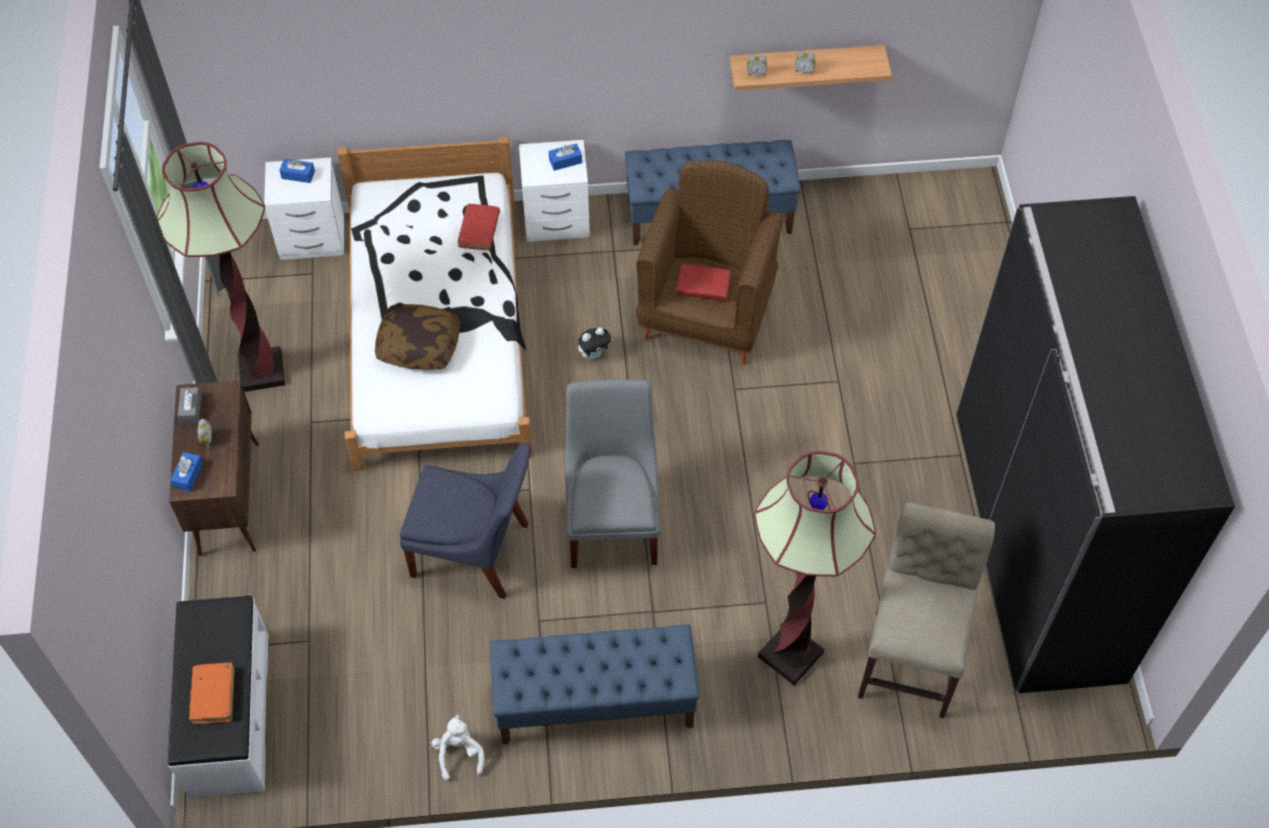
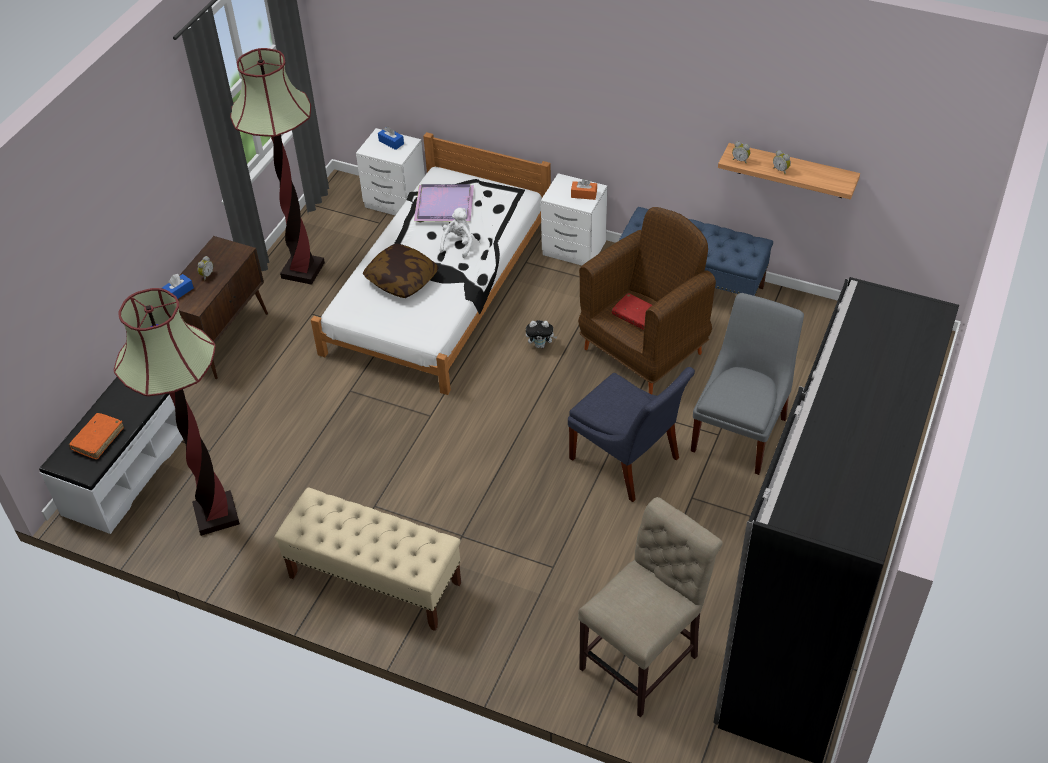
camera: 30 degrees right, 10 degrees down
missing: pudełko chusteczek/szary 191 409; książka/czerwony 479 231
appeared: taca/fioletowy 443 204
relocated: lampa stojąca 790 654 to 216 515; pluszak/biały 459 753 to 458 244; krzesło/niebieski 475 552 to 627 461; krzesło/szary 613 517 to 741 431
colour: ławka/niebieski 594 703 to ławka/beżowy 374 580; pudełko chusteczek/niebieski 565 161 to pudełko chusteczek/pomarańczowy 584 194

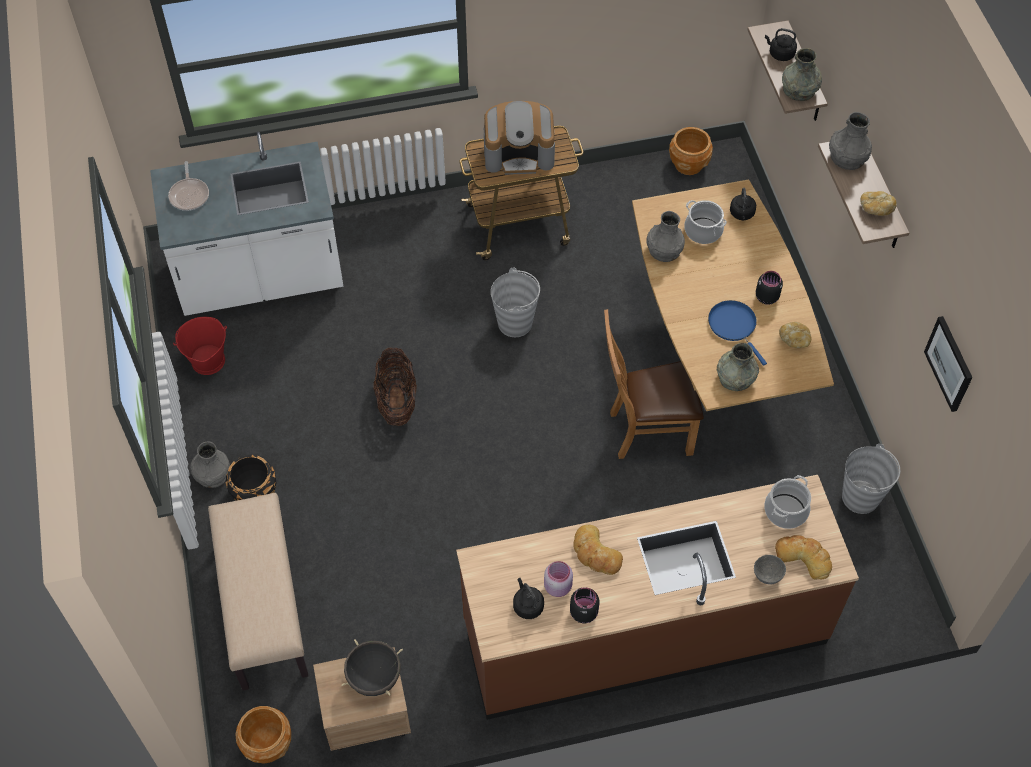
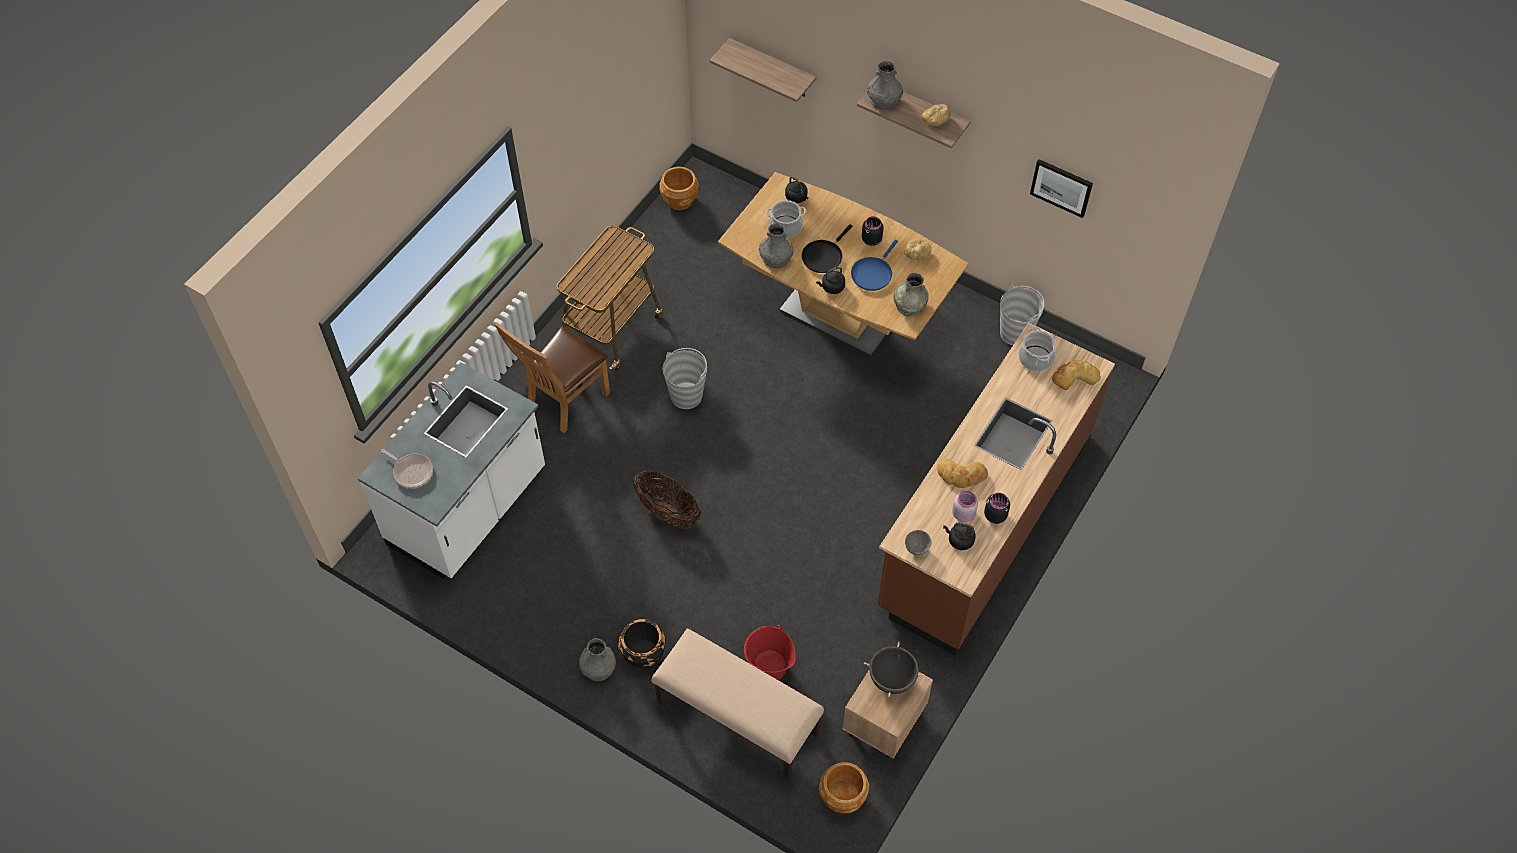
camera: 45 degrees left, 0 degrees up
missing: ekspres do kawy 519 154; wazon/szary 799 89
appeared: patelnia/czarny 823 256
relocated: krzesło/brązowy 645 431 to 564 402; wiadro/czerwony 207 361 to 769 667; czajnik/czarny 780 54 to 831 287; miska/szary 767 577 to 917 549
spun: patelnia/niebieski 734 326 = 873 273 75 degrees counterclockwise

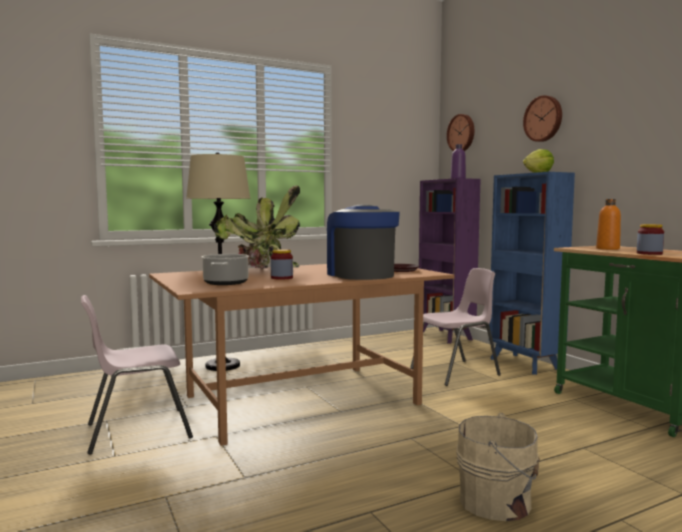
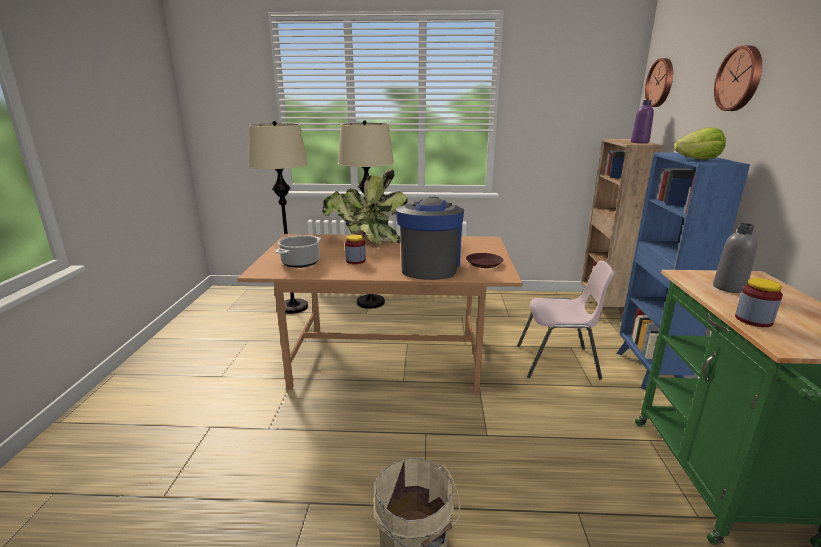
camera: 30 degrees right, 15 degrees up
missing: krzesło/różowy 136 431
appeared: lampa stojąca/beżowy 293 307
colour: regał/fioletowy 445 336 to regał/brązowy 602 309; butelka/pomarańczowy 607 249 to butelka/szary 729 288

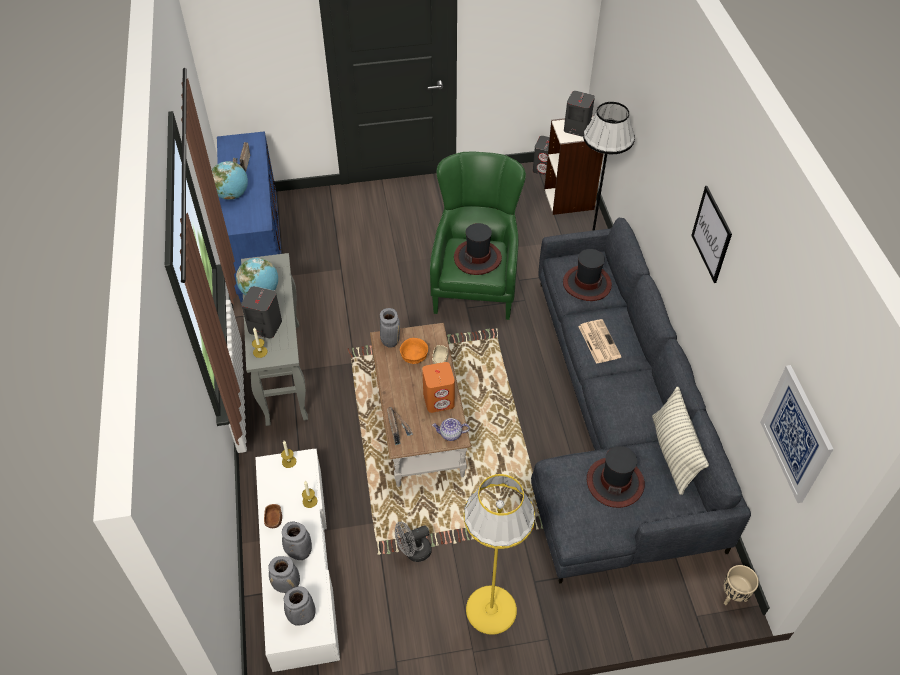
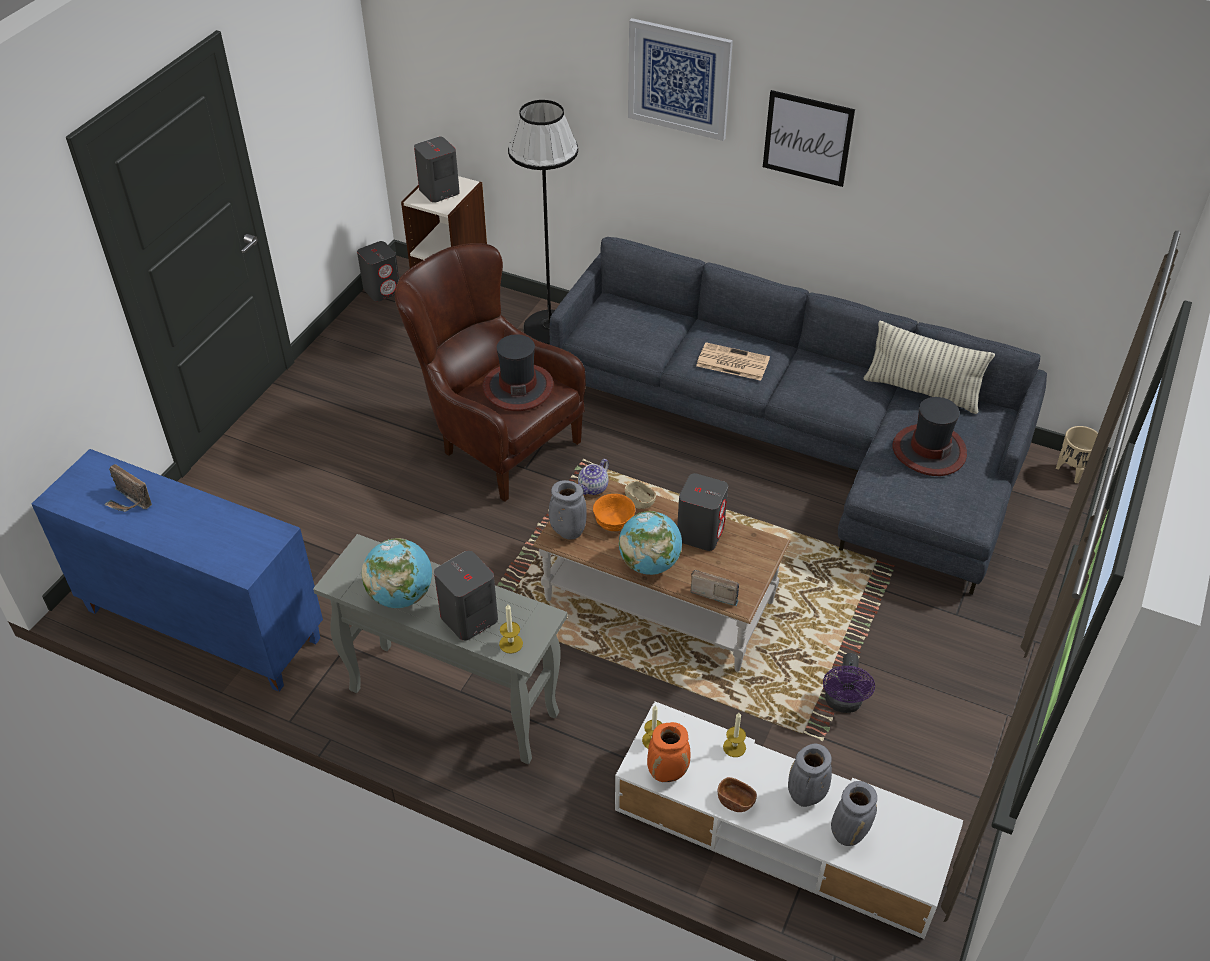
camera: 55 degrees left, 5 degrees down
missing: wazon/szary 302 618; lampa stojąca/żółty 491 610; kapelusz 586 283
appeared: wazon/pomarańczowy 668 772
relocated: imbryk 450 434 to 593 488; globus 232 195 to 649 563; obraz 796 434 to 679 79
colour: fotel/zielony 475 283 to fotel/brązowy 495 440; głośnik/pomarańczowy 439 400 to głośnik/szary 700 533; wentylator/szary 413 552 to wentylator/fioletowy 843 703

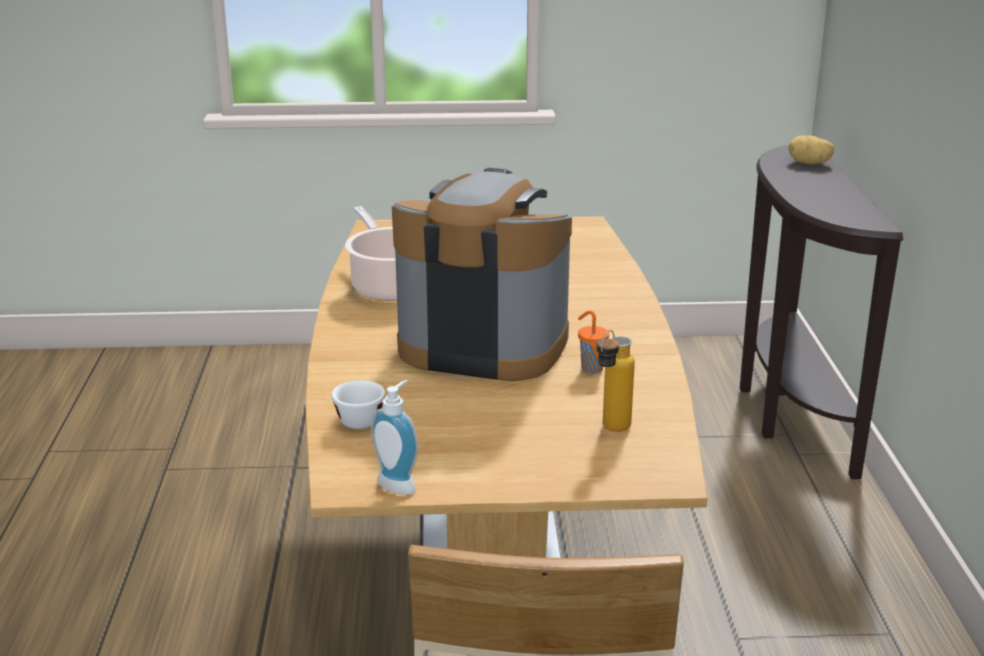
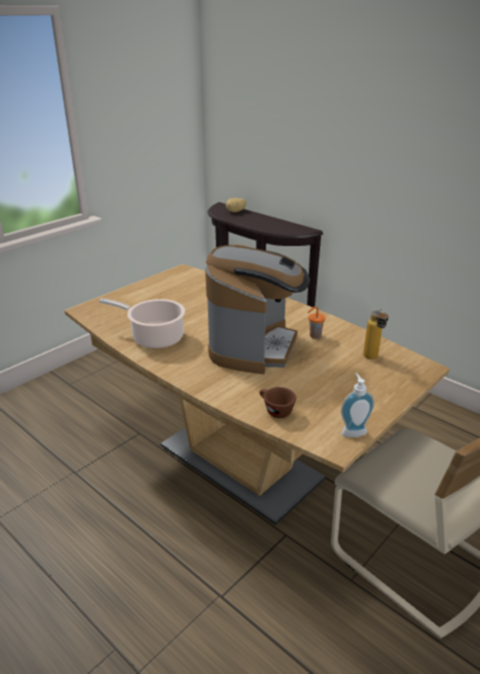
camera: 45 degrees left, 5 degrees up
colour: filiżanka/biały 359 418 to filiżanka/brązowy 275 410
spun: ekspres do kawy 482 345 = 254 347 135 degrees clockwise

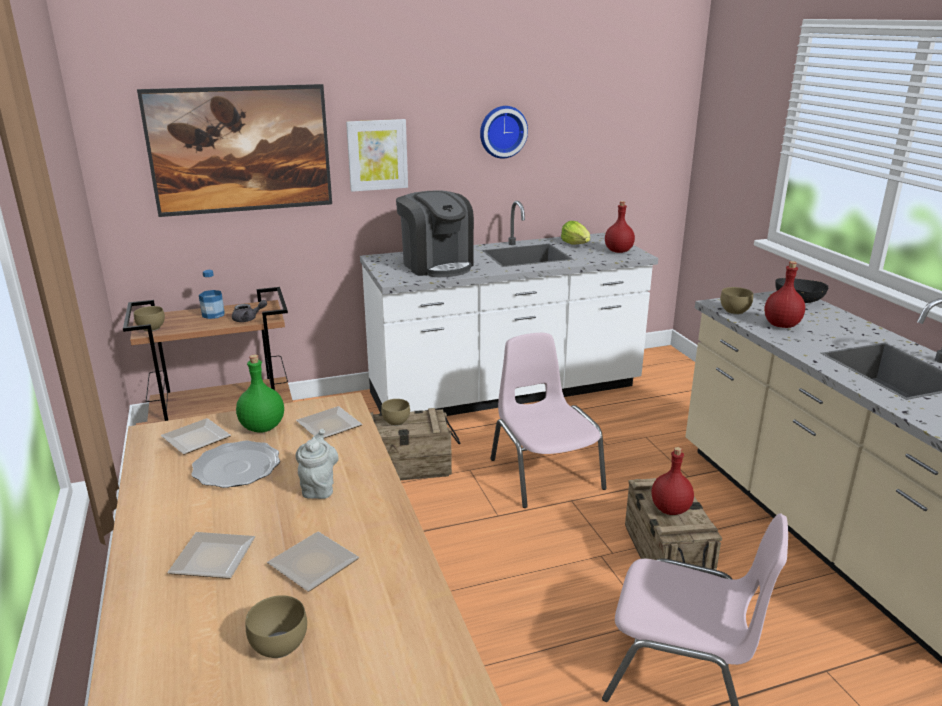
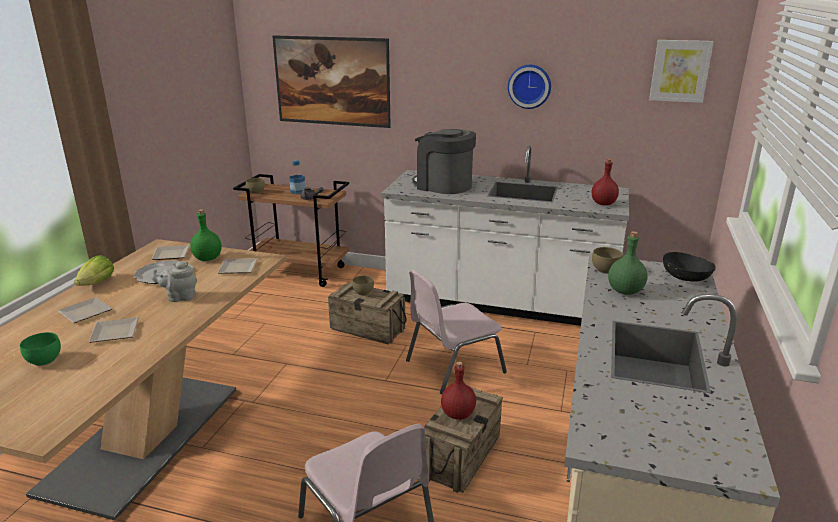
camera: 35 degrees right, 0 degrees up
relocated: sałata 576 244 to 97 283; obraz 377 155 to 680 71
colour: miska/brązowy 281 646 to miska/zielony 45 361; butelka/czerwony 782 325 to butelka/zielony 626 291
spun: imbryk/szary 318 487 = 179 297 135 degrees counterclockwise; krzesło/różowy 544 473 = 453 366 135 degrees counterclockwise; ekspres do kawy 437 265 = 443 185 120 degrees clockwise

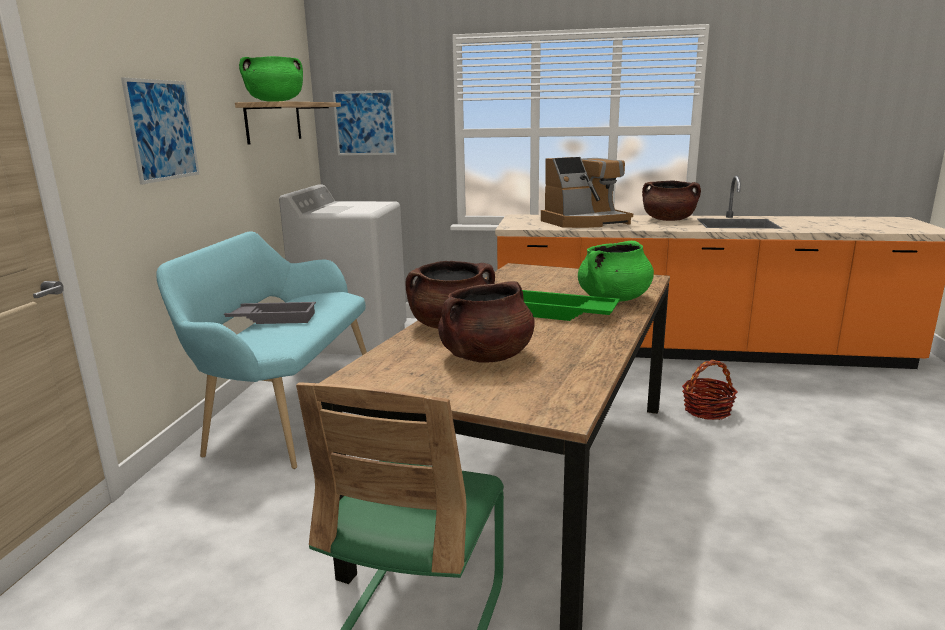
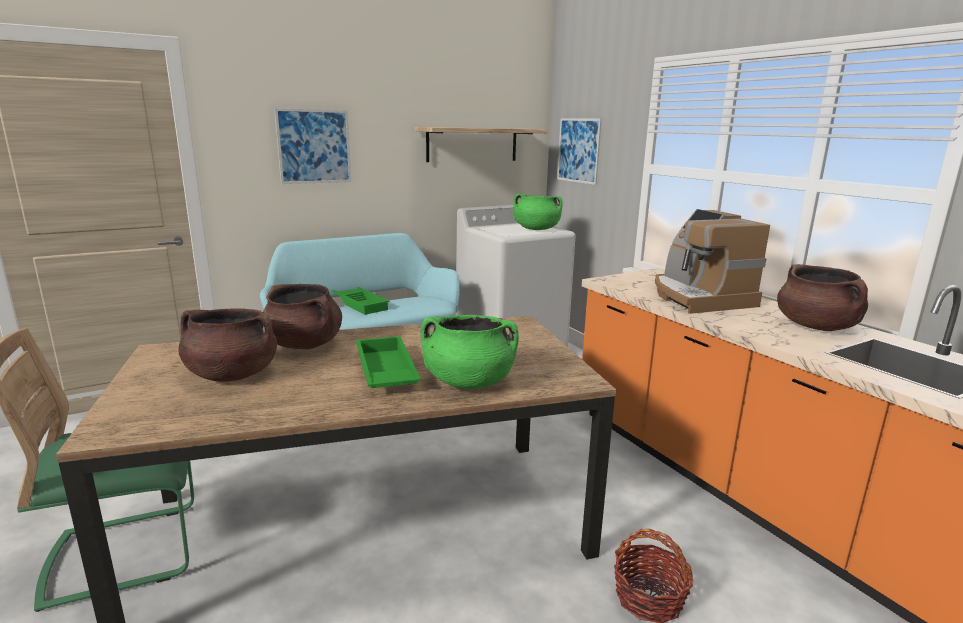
camera: 50 degrees right, 0 degrees up
relocated: garnek/zielony 275 101 to 536 229
colour: taca/szary 272 318 to taca/zielony 361 304
spun: ekspres do kawy 585 222 = 698 298 45 degrees clockwise

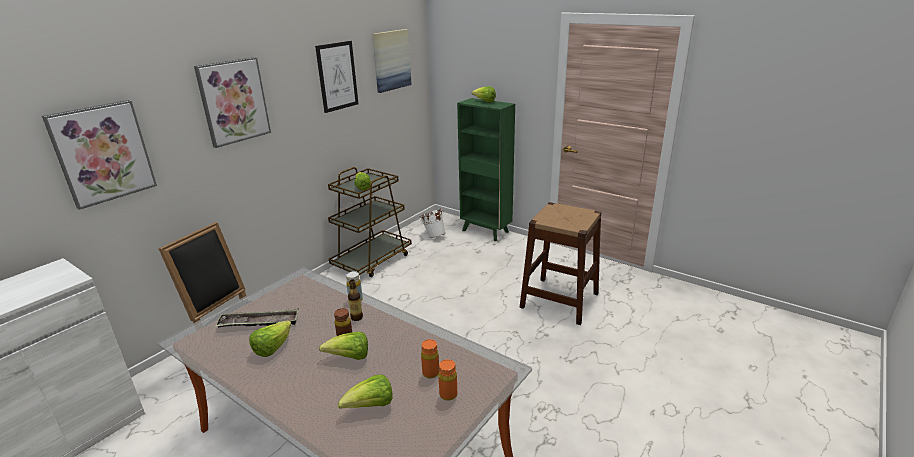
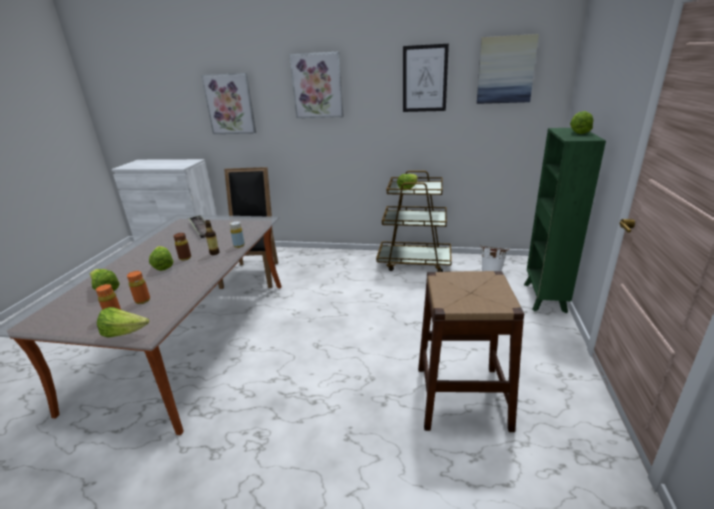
camera: 65 degrees right, 0 degrees up
relocated: sałata 272 348 to 124 333

